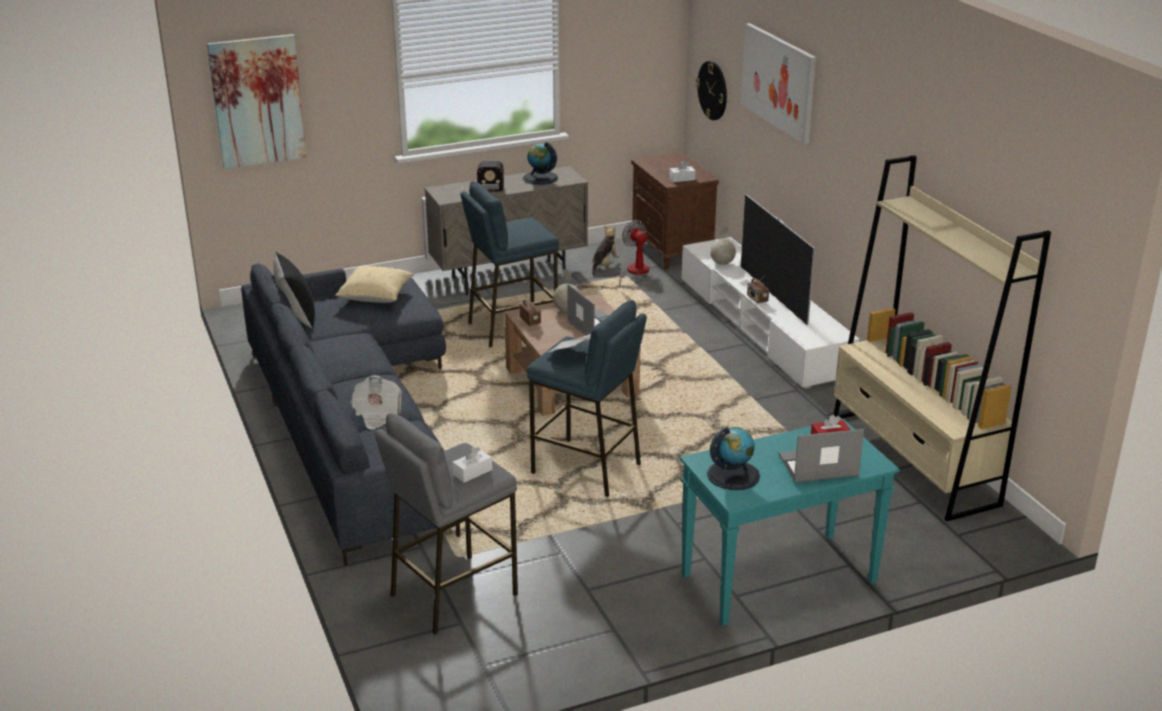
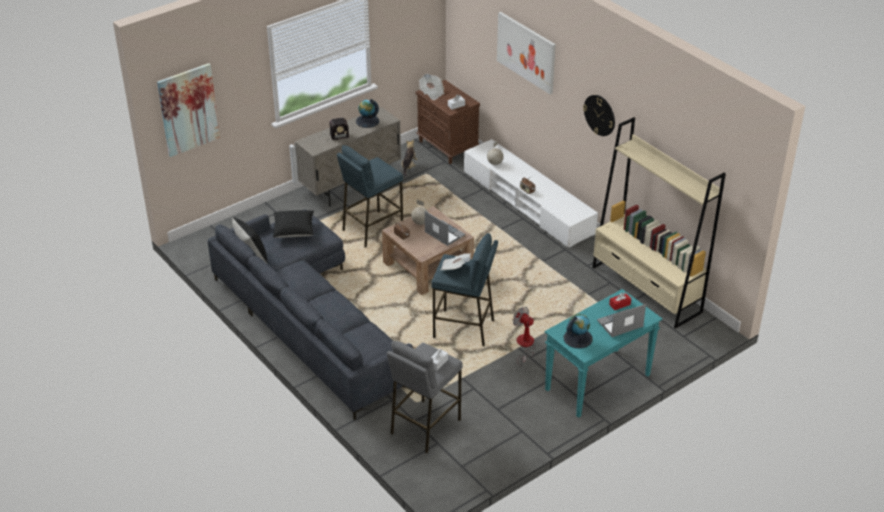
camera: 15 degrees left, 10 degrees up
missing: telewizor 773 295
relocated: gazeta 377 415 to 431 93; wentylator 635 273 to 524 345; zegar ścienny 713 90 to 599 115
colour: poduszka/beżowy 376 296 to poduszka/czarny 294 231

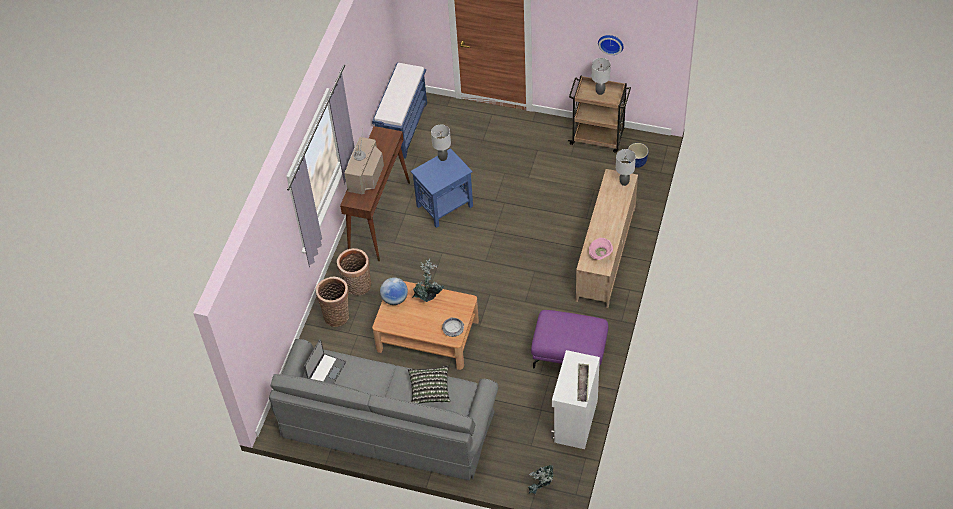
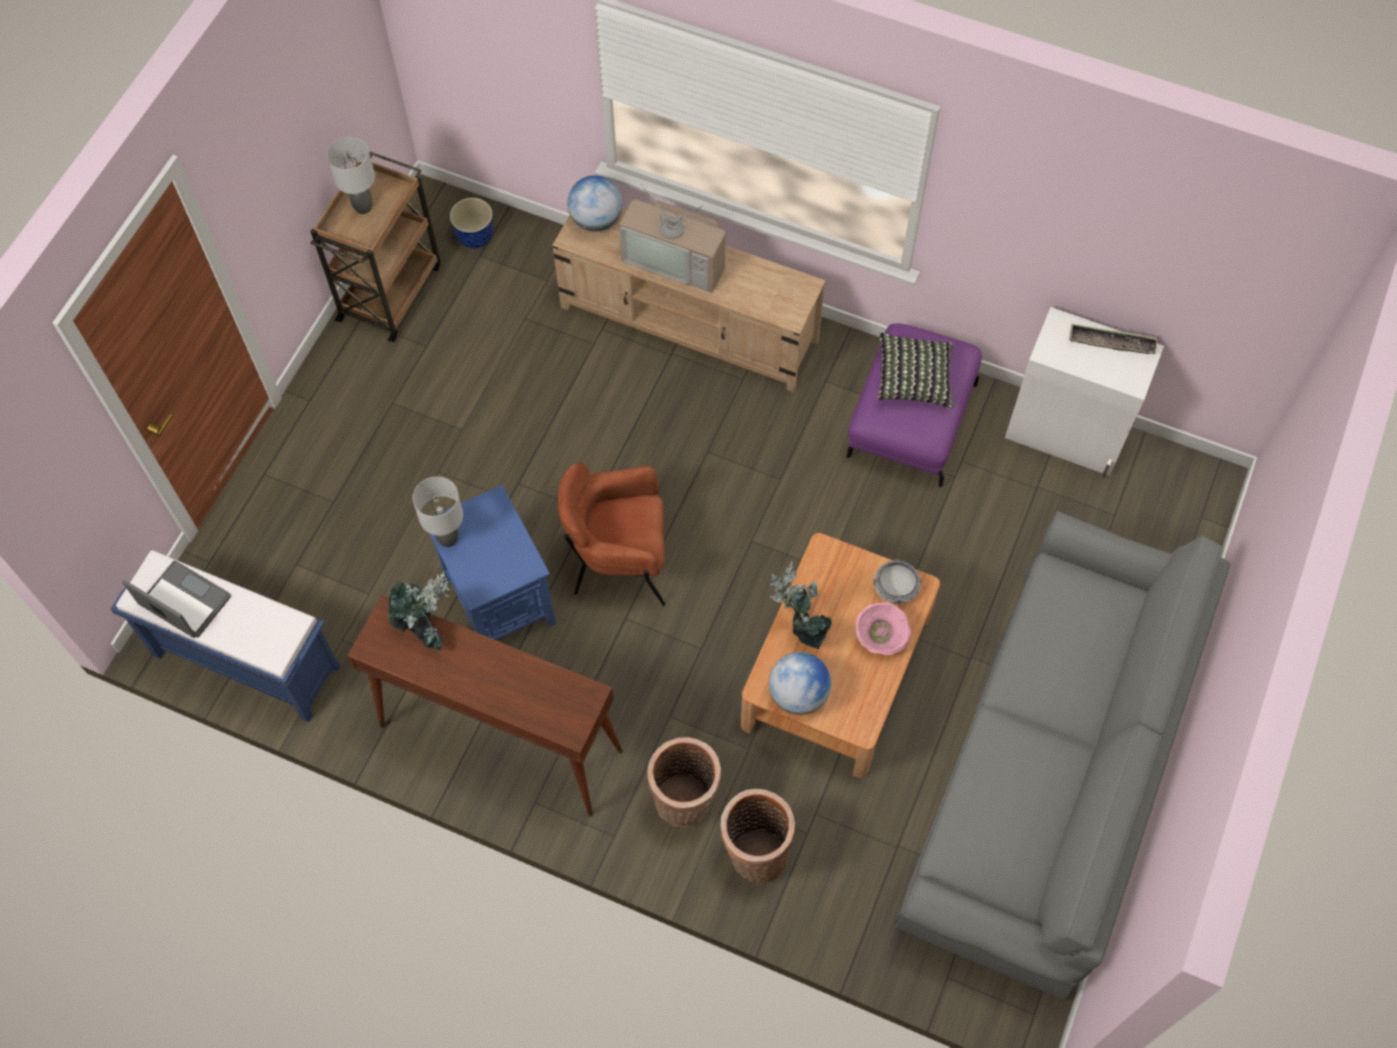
camera: 85 degrees left, 10 degrees up
missing: zegar ścienny 611 43
appeared: fotel/brązowy 619 561
relocated: laptop 326 371 to 184 602; roślina doniczkowa 542 487 to 425 627; telewizor 366 176 to 676 259; miska/różowy 600 254 to 881 637; poduszka 429 390 to 913 379
exchanged: lampa stołowa/szary 624 182 to globus 596 220

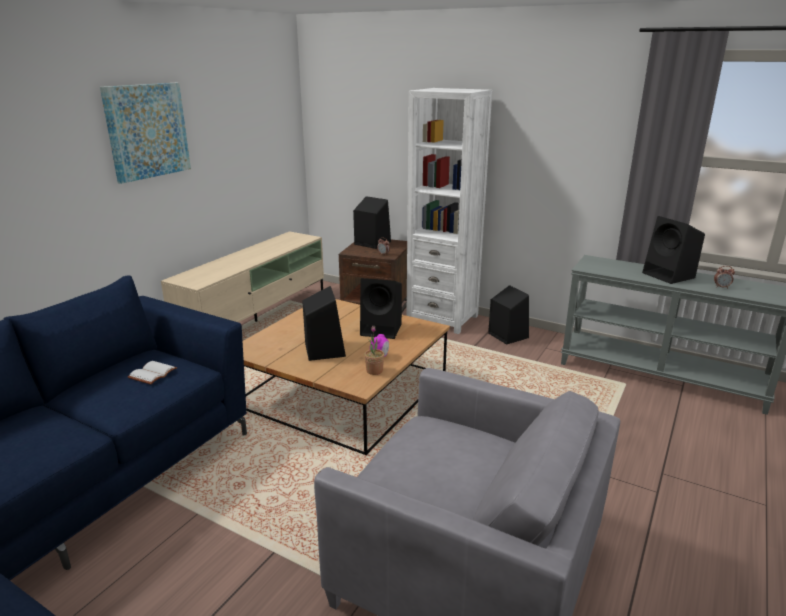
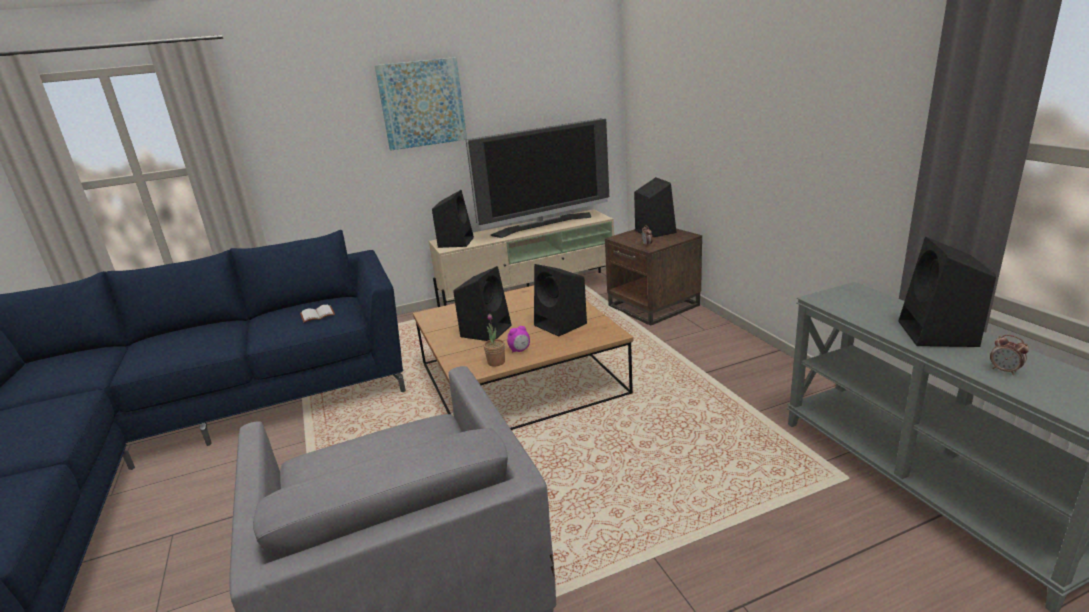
camera: 40 degrees right, 0 degrees up
missing: regał/biały 442 318
appeared: telewizor 543 225
relocated: głośnik/czarny 507 335 to 456 242

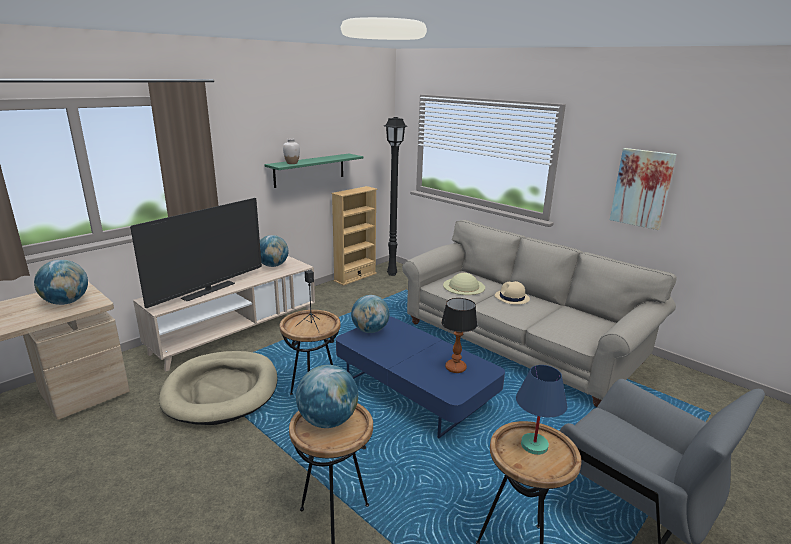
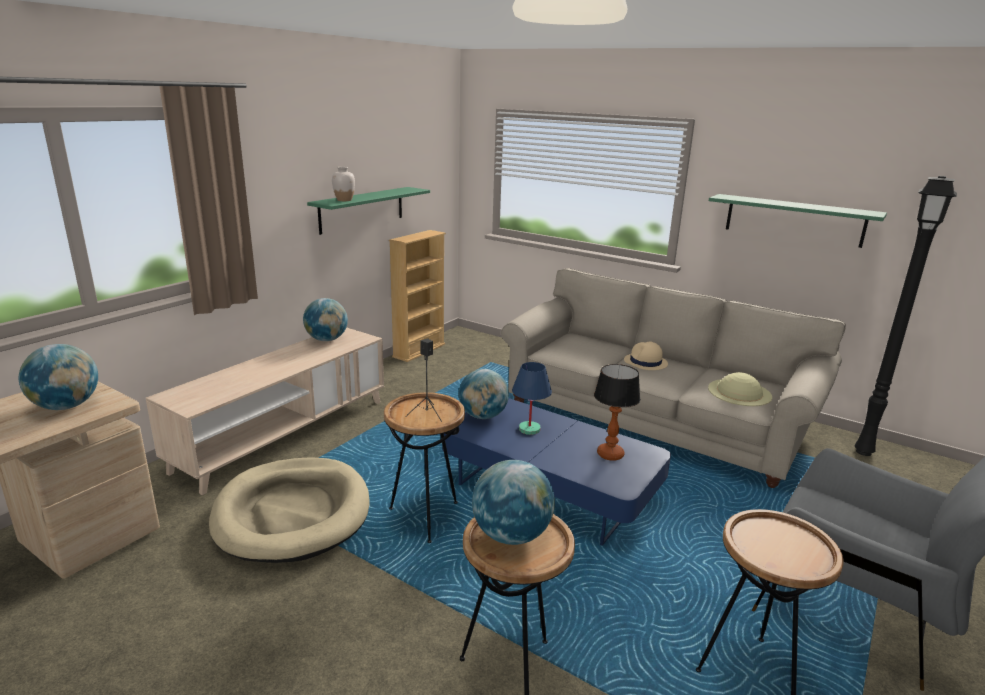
camera: 10 degrees left, 0 degrees up
missing: telewizor 208 291
relocated: lampa stołowa/niebieski 534 445 to 530 429; kapelusz/beżowy 463 286 to 739 392; lampa stojąca/czarny 393 274 to 865 452
exchanged: obraz 642 188 to półka/zielony 794 220

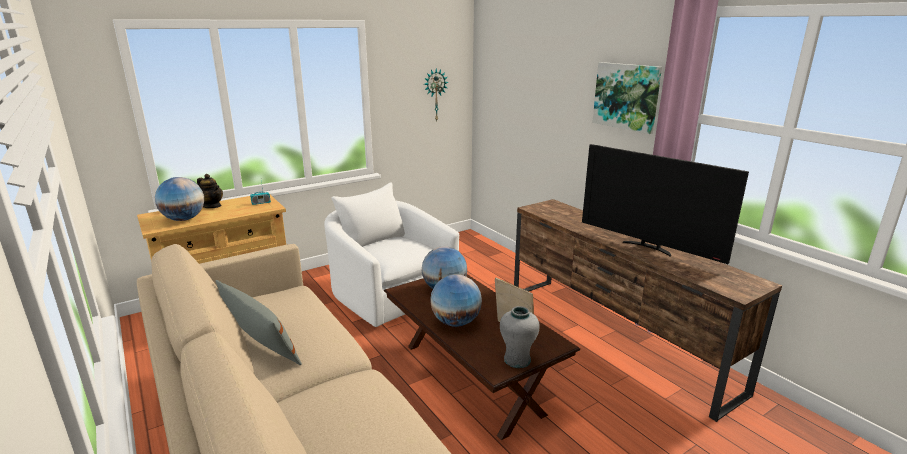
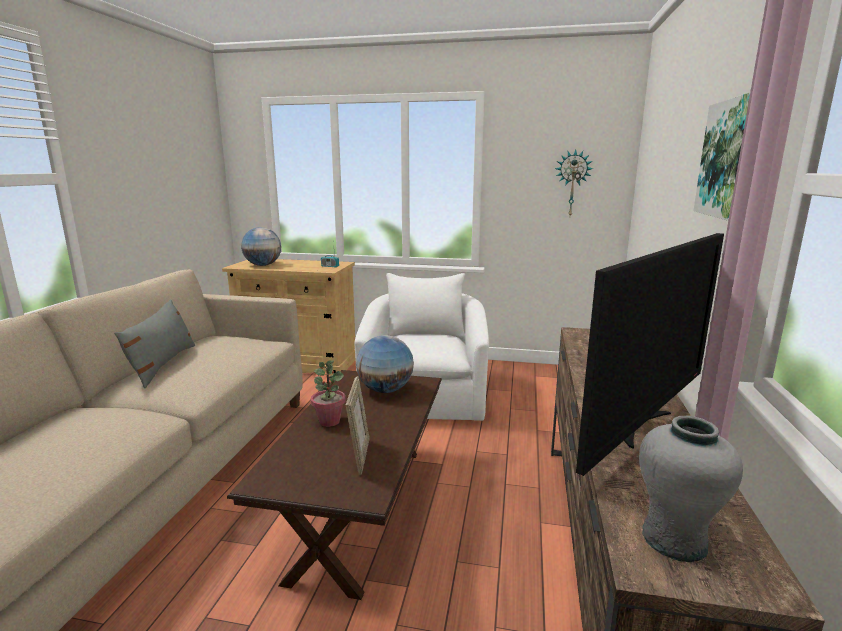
camera: 45 degrees right, 5 degrees down
missing: imbryk 212 206
relocated: wazon/szary 517 359 to 674 539
exchanged: globus 455 322 to roślina doniczkowa 329 421
spun: telewizor 648 247 = 642 426 135 degrees counterclockwise

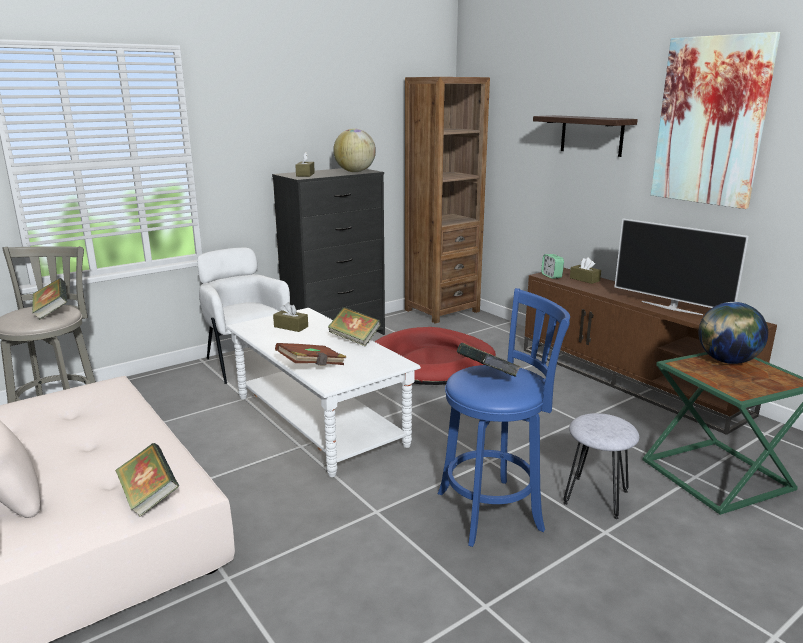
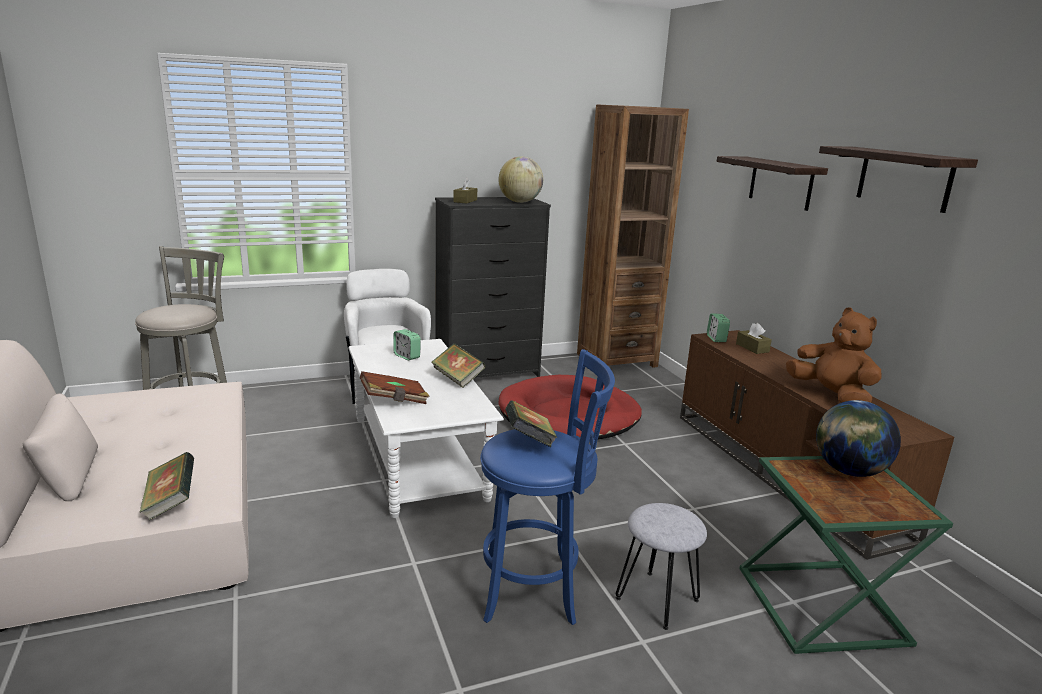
camera: 15 degrees right, 0 degrees up
missing: książka 52 312
exchanged: pudełko chusteczek/brązowy 291 327 to budzik 407 356; telewizor 671 308 to pluszak/brązowy 831 396; obraz 710 121 to półka 904 178

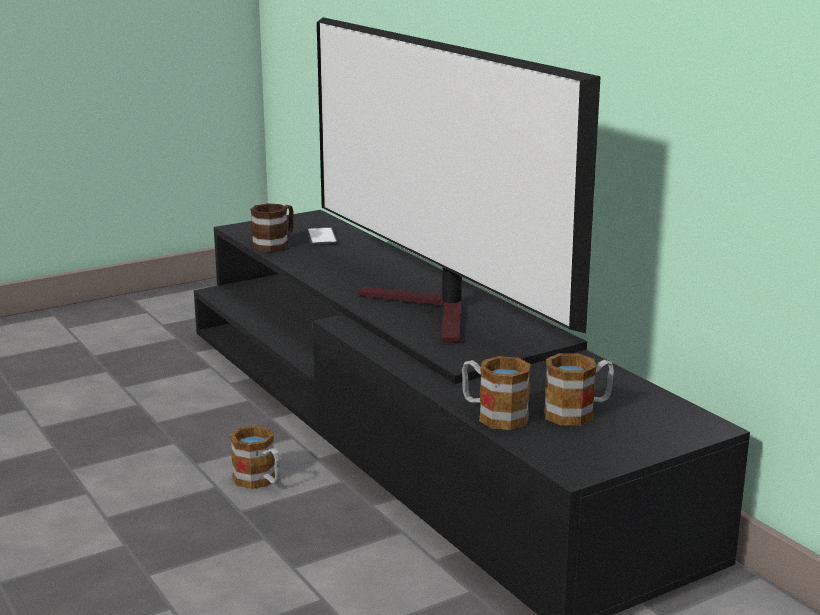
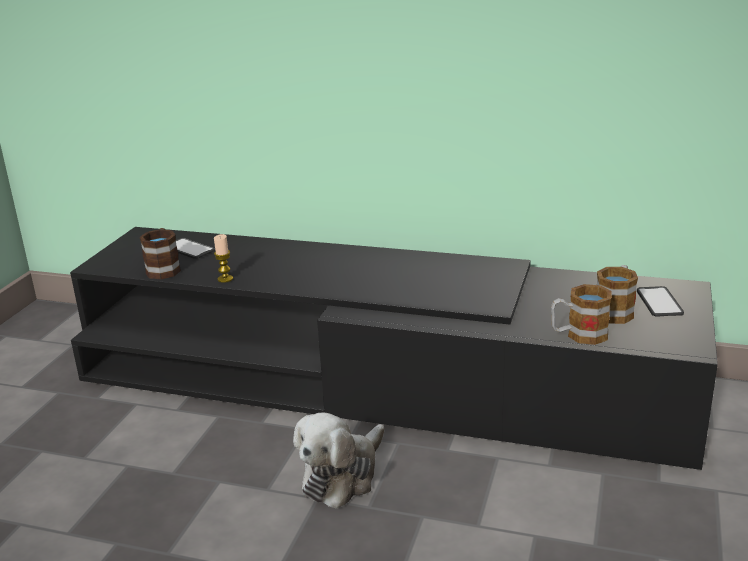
camera: 40 degrees left, 5 degrees up
missing: telewizor 434 312
appeared: świeca 225 279; telefon 659 302
exchanged: kubek 260 481 to pluszak 342 476

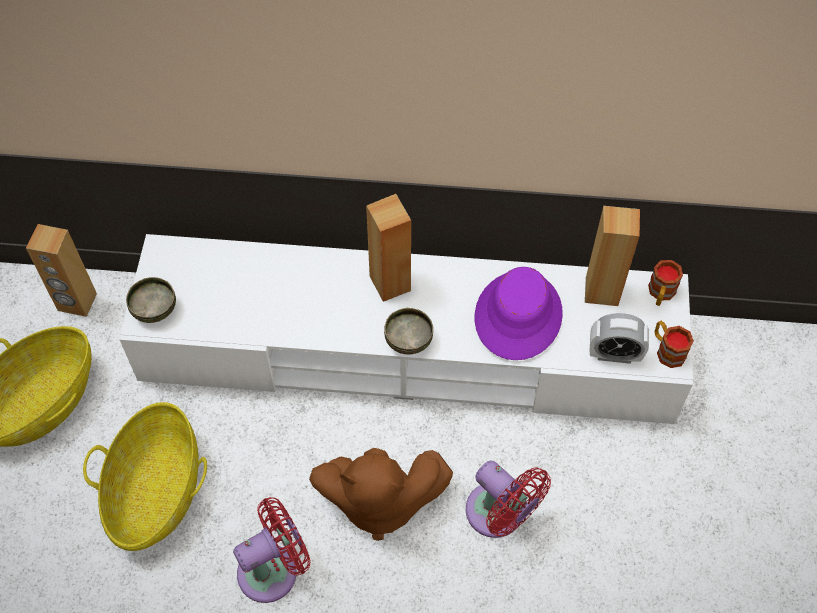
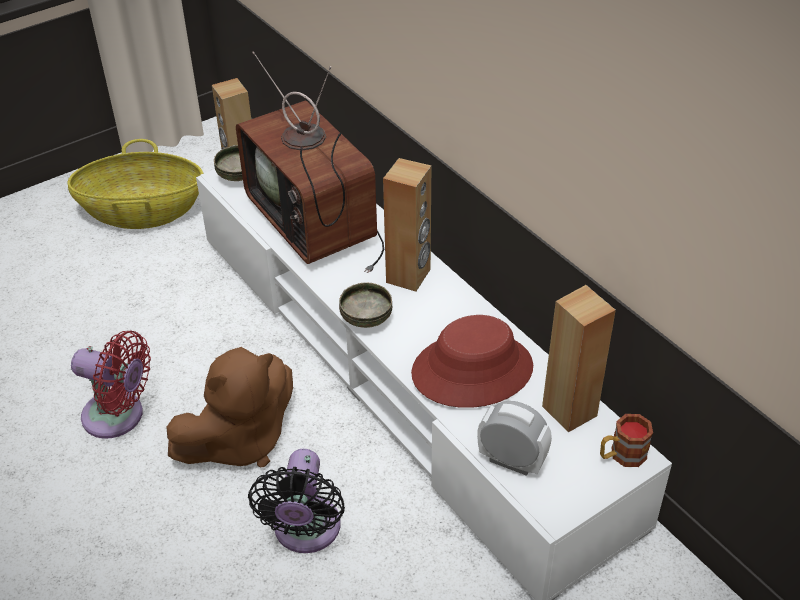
camera: 50 degrees right, 15 degrees down
missing: koszyk 156 491; kubek 667 350
appeared: telewizor 317 223
colour: wentylator/czerwony 499 515 to wentylator/czarny 305 532; kapelusz/fioletowy 517 315 to kapelusz/czerwony 472 370
spun: pluszak/brązowy 378 501 = 240 441 90 degrees counterclockwise; budzik 614 354 = 511 461 150 degrees clockwise

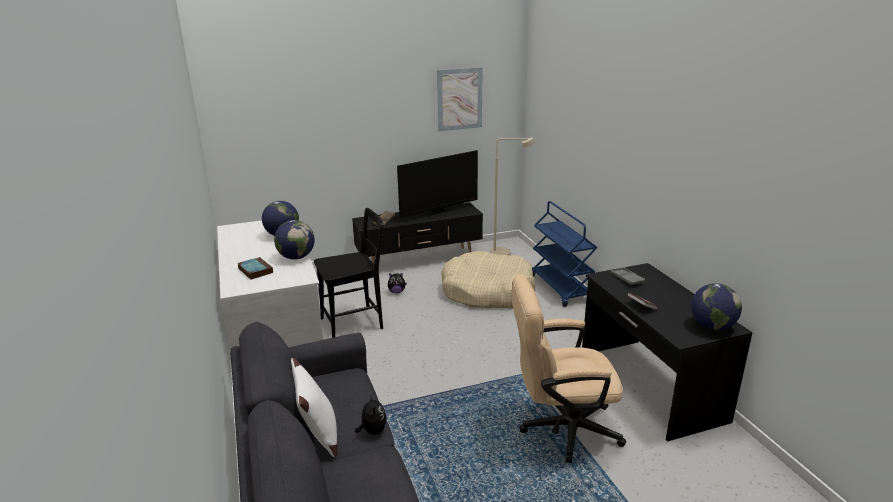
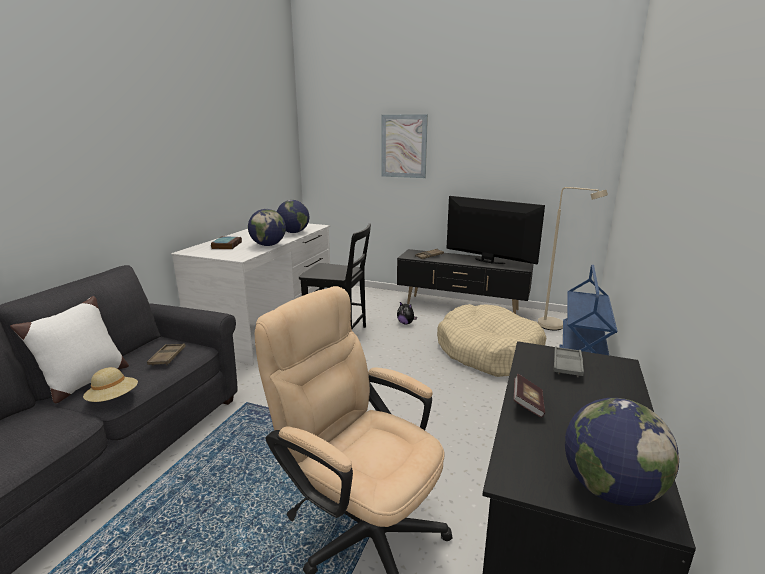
camera: 40 degrees right, 5 degrees down
appeared: taca/brązowy 167 357
relocated: obraz 459 99 to 404 146
exchanged: pluszak 372 431 to kapelusz/beżowy 113 399
spun: telewizor 438 212 = 488 261 150 degrees counterclockwise

